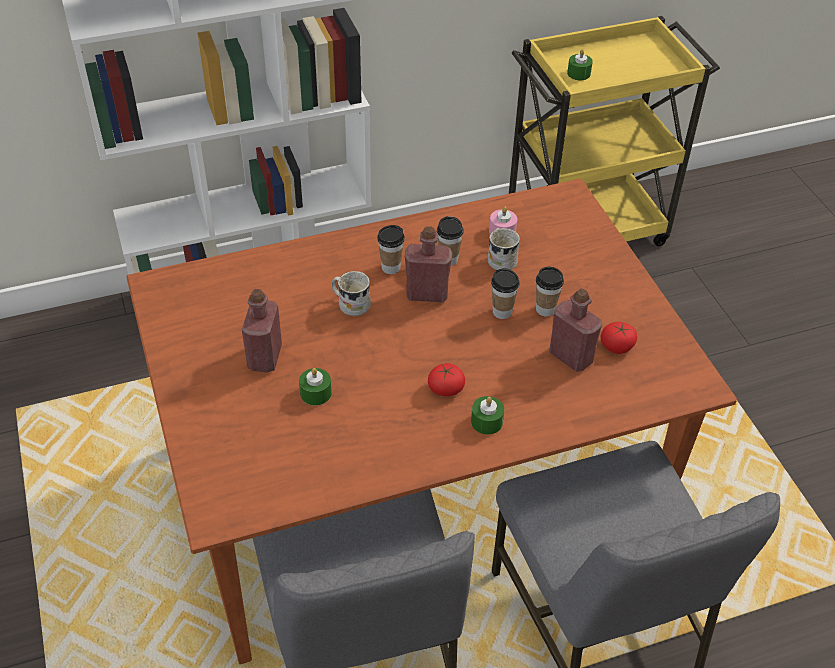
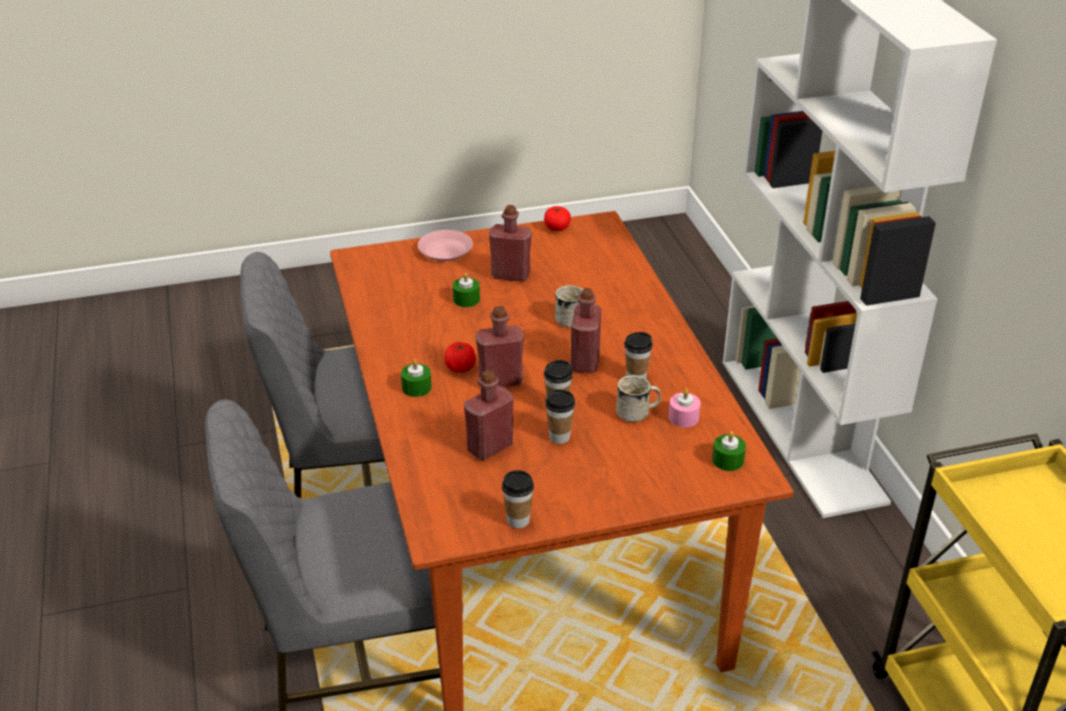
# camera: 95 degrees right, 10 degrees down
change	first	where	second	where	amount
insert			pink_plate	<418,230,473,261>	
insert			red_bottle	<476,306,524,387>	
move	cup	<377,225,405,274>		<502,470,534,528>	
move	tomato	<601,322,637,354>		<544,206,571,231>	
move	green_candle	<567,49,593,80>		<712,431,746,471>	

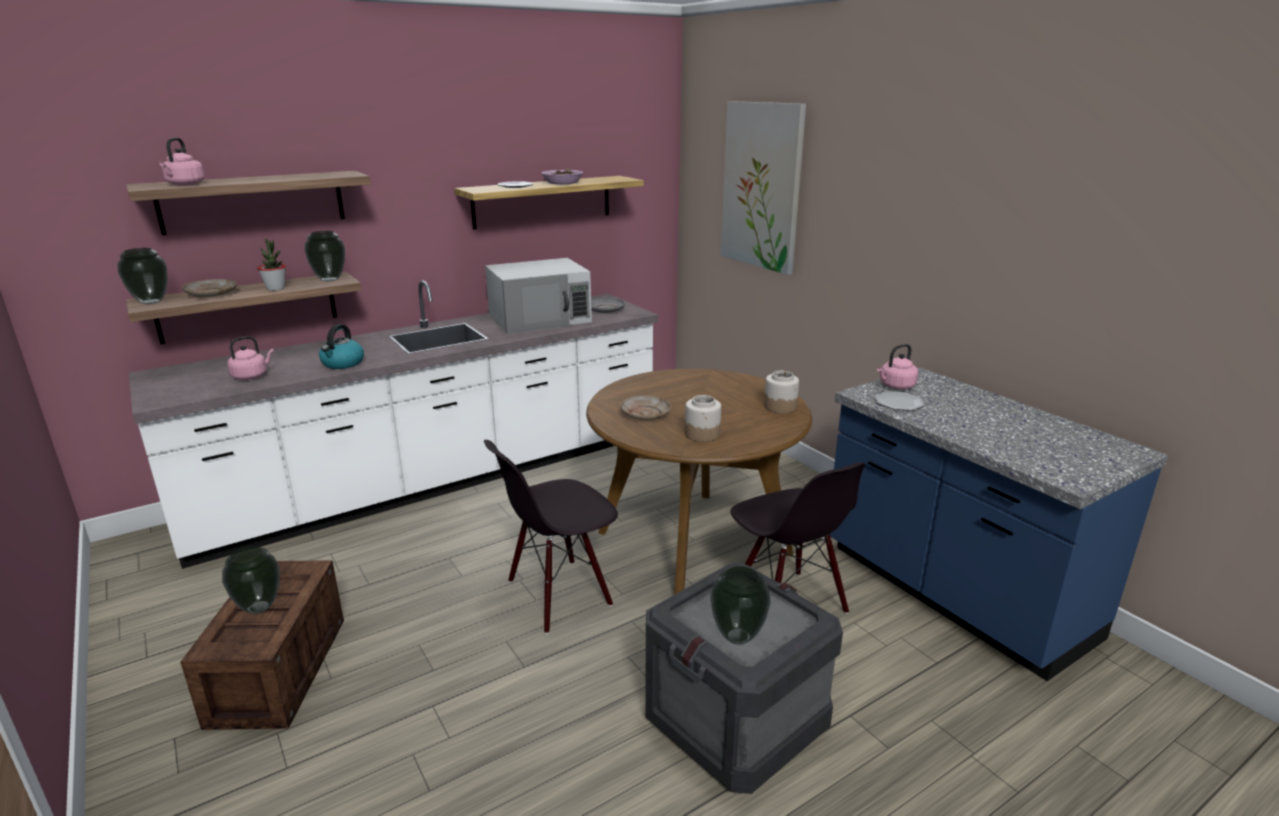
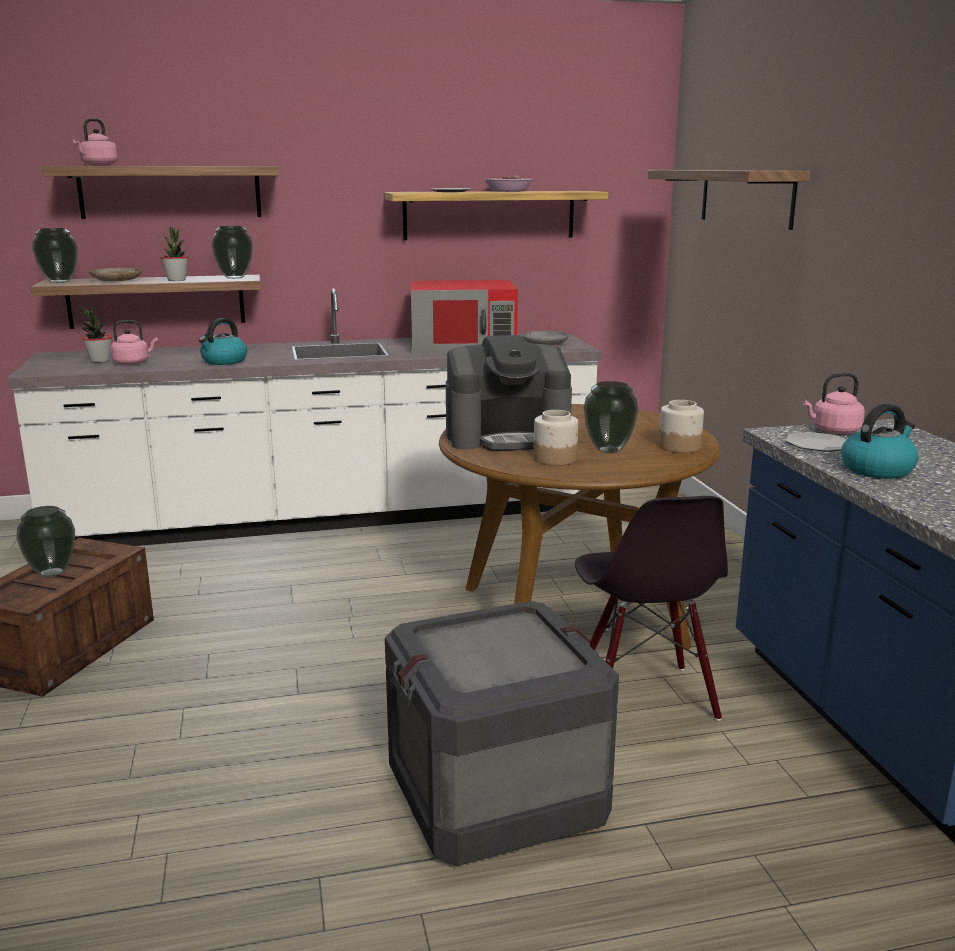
# camera: 20 degrees right, 5 degrees down
change	first	where	second	where	amount
insert			potted_plant	<82,307,112,362>	
recolor	white_microwave	<485,258,592,334>	red_microwave	<411,280,518,354>	
replace	beige_plate	<620,396,671,420>	coffee_machine	<446,335,572,451>	
move	vase	<710,566,771,645>		<584,381,639,453>	
replace	picture	<721,101,806,275>	shelf	<648,170,811,230>	
insert			kettle	<842,404,919,479>	
delete	black_chair	<484,440,618,634>			

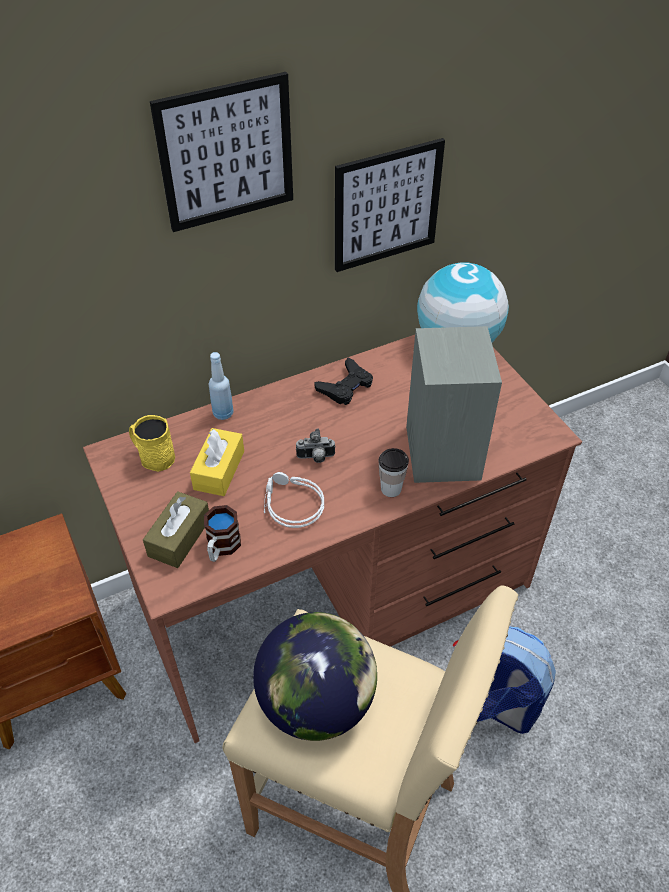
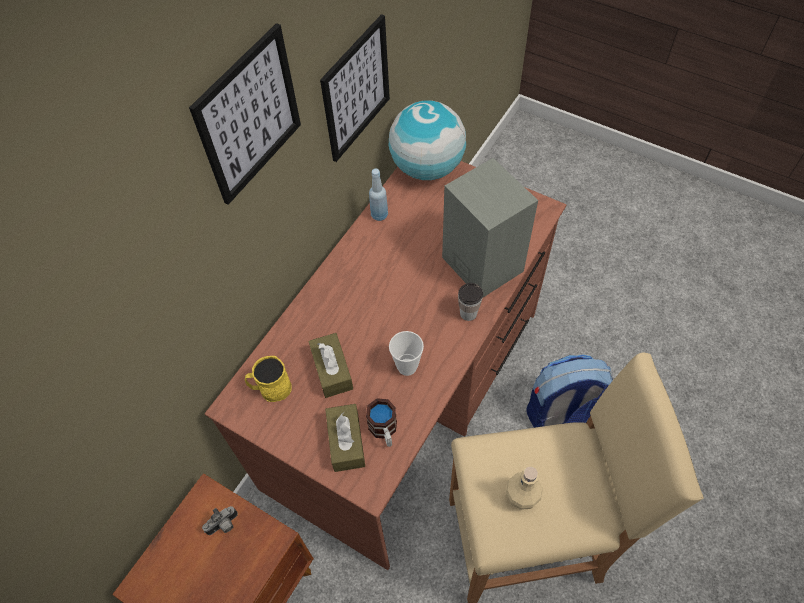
# camera: 30 degrees left, 10 degrees up
change	first	where	second	where	amount
move	photo_camera	<296,428,336,463>		<202,506,238,535>	
recolor	yellow_tissue_box	<190,428,244,496>	brown_tissue_box	<308,333,353,398>	
move	blue_bottle	<209,352,234,420>		<369,168,388,221>	
replace	grey_headphones	<264,472,324,528>	cup	<389,331,424,376>	
replace	globe	<253,612,377,741>	beige_bottle	<506,467,543,510>	
delete	black_game_controller	<314,357,373,405>			

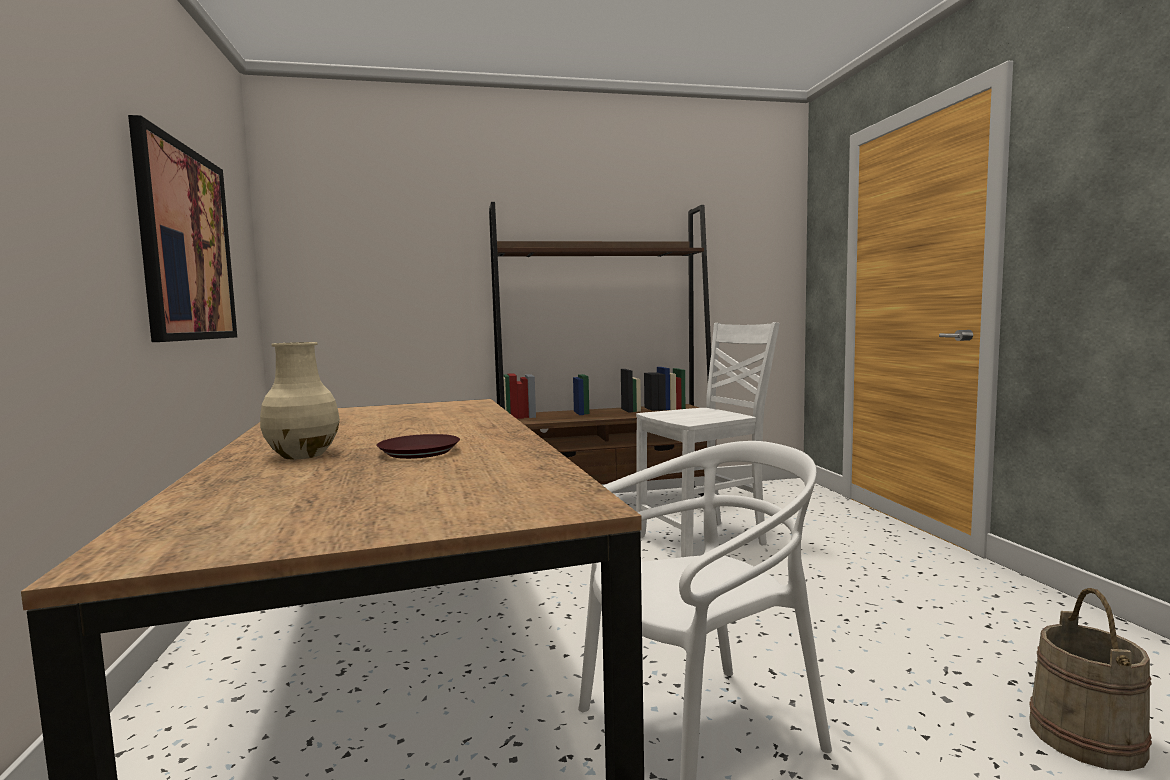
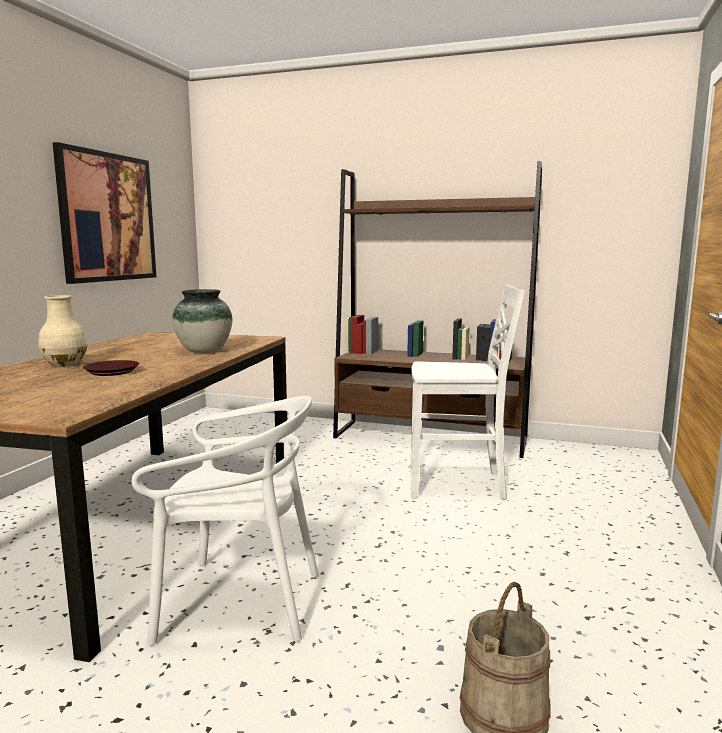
# camera: 30 degrees right, 5 degrees up
change	first	where	second	where	amount
insert			vase	<172,289,232,353>	

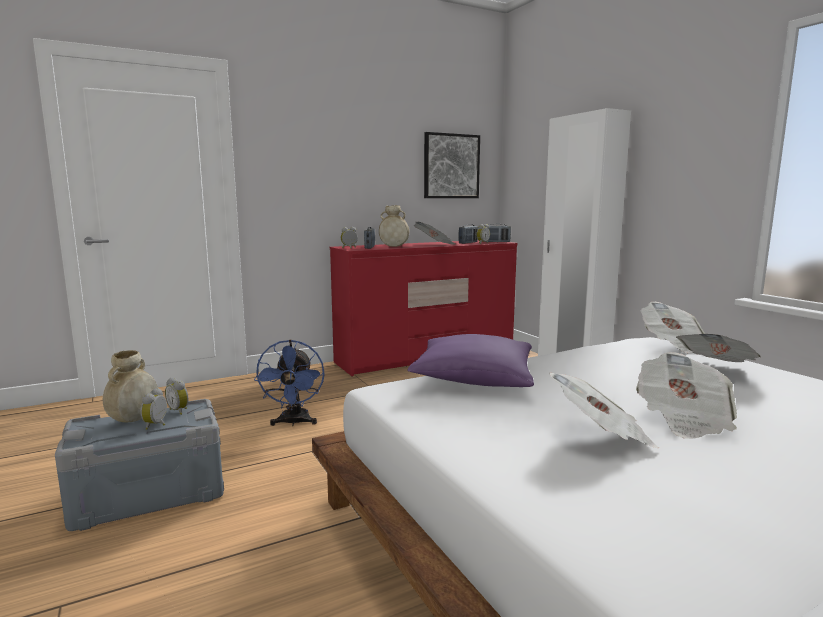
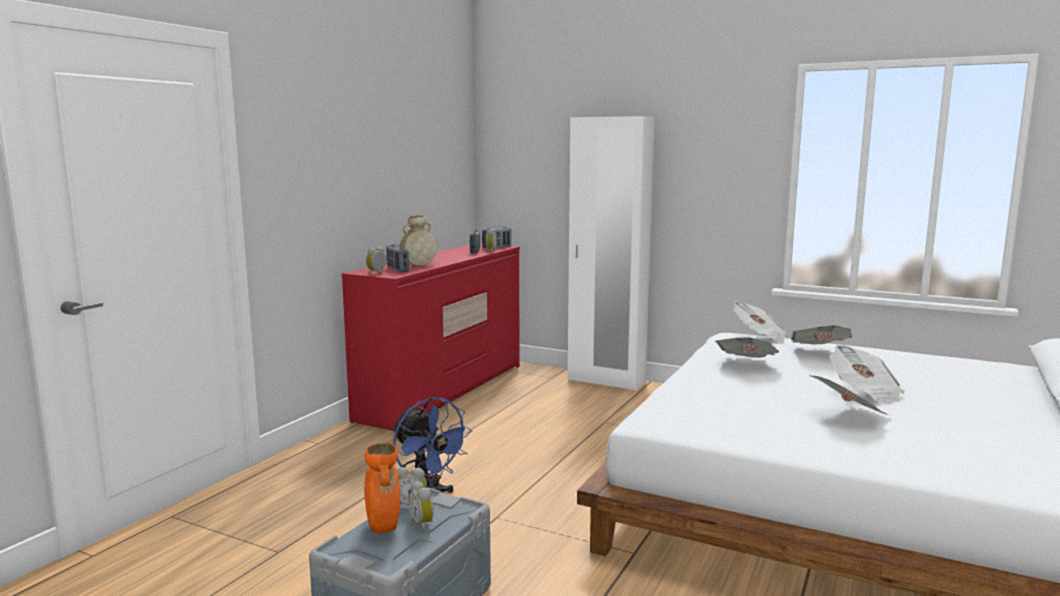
# camera: 35 degrees left, 0 degrees up
change	first	where	second	where	amount
recolor	beige_vase	<103,350,158,422>	orange_vase	<364,443,400,533>	
move	newspaper	<414,222,455,245>		<715,338,779,358>	
delete	purple_pillow	<407,334,534,387>			
delete	picture	<424,132,480,198>			

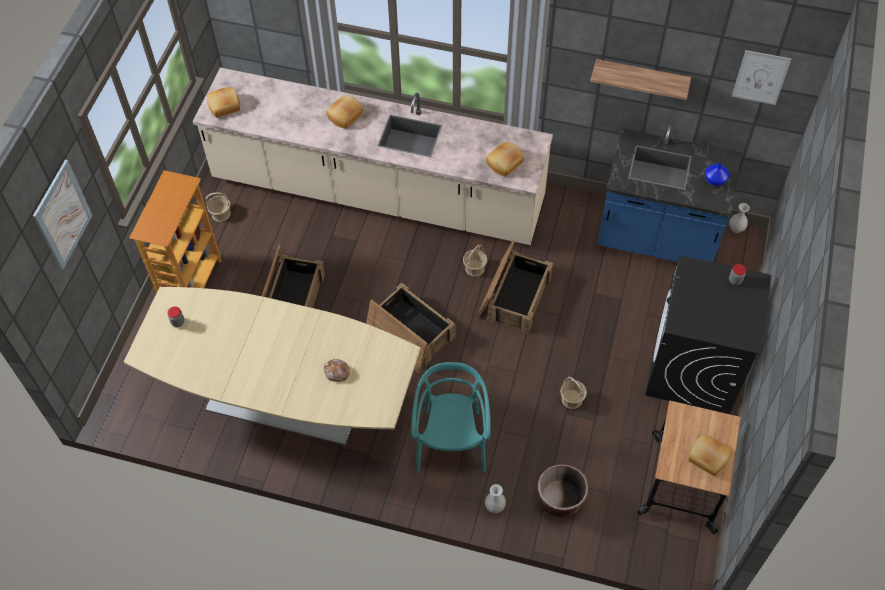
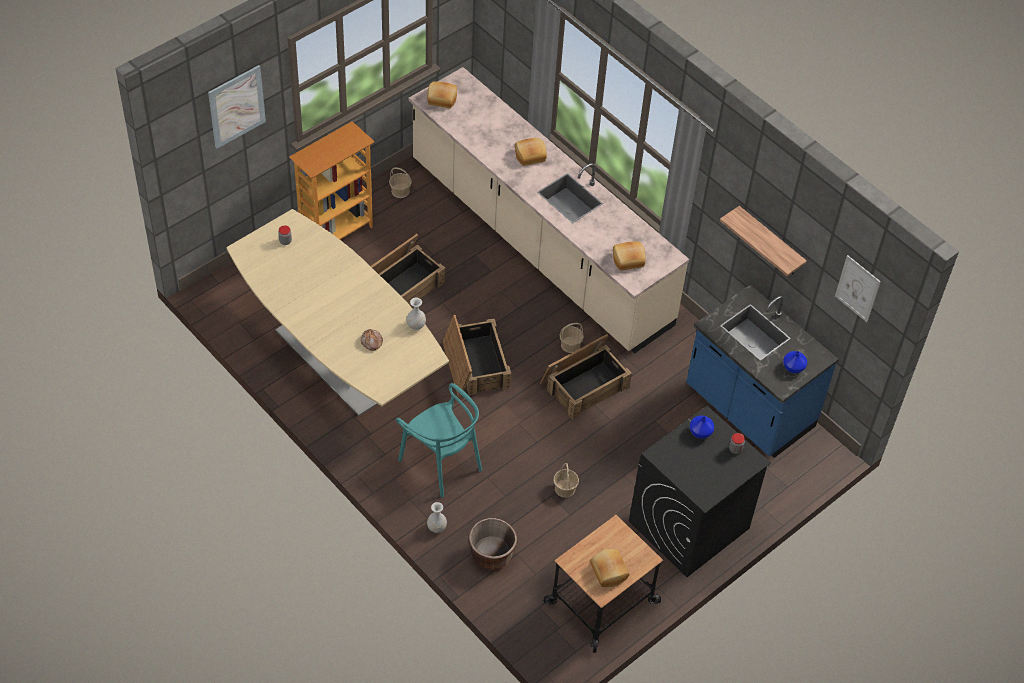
# camera: 30 degrees right, 5 degrees down
change	first	where	second	where	amount
rotate	turquoise_chair	<411,362,491,472>		<396,383,482,498>	105 degrees clockwise
move	white_vase	<729,203,750,233>		<406,298,426,330>	
insert			blue_vase	<690,416,714,439>	

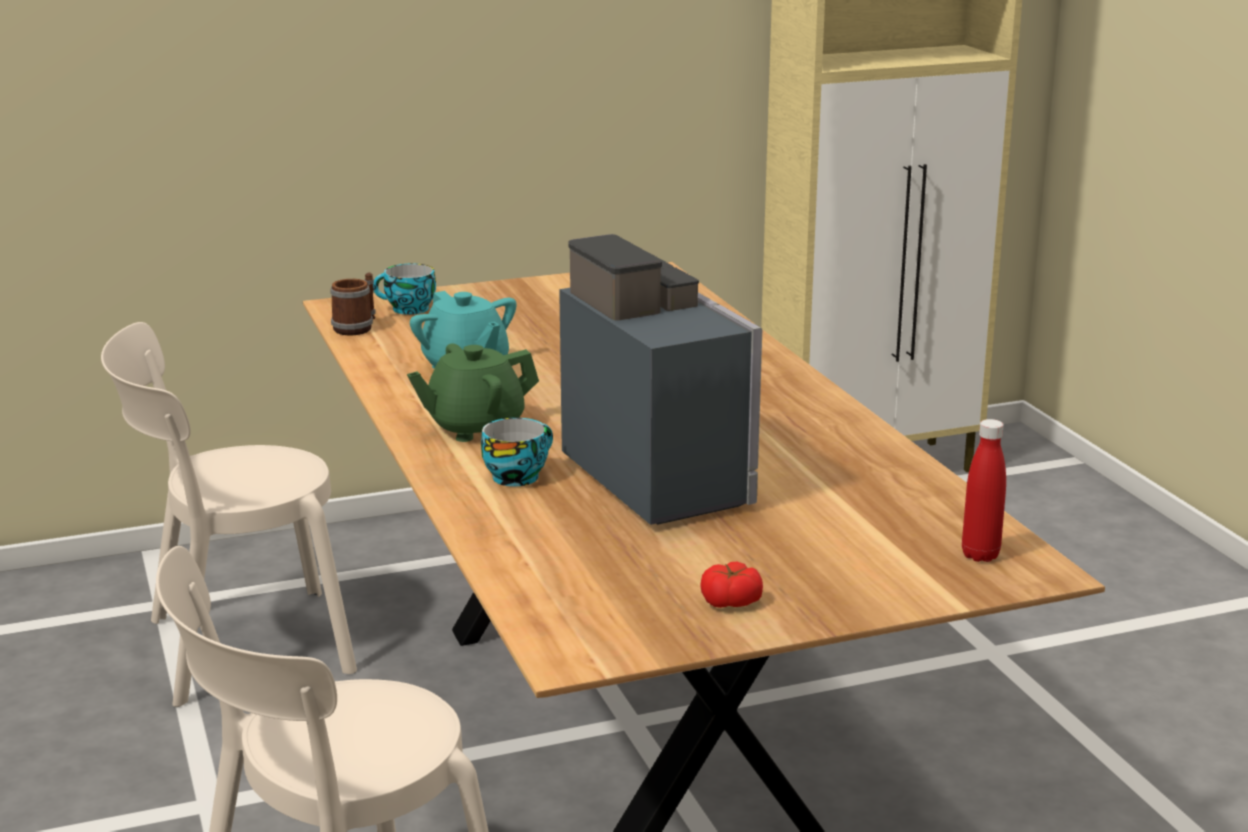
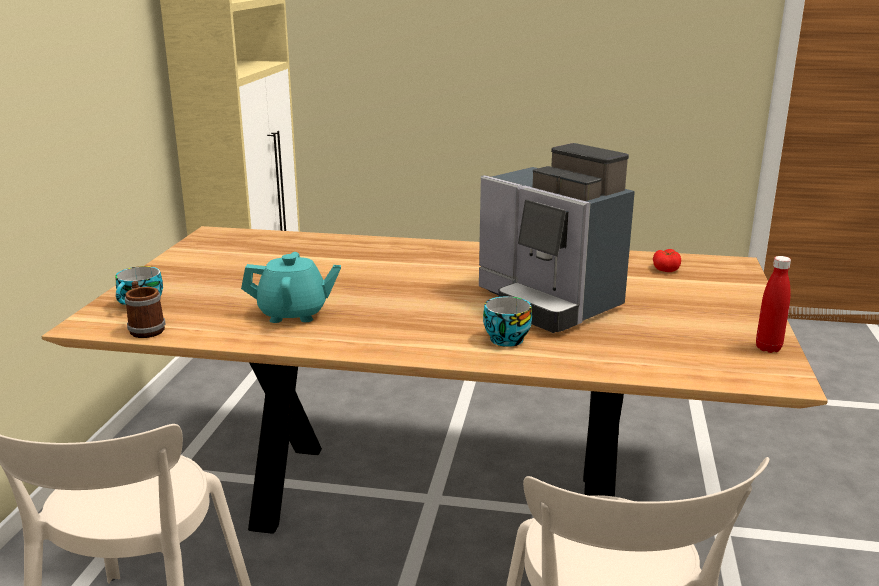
# camera: 60 degrees left, 0 degrees up
change	first	where	second	where	amount
rotate	coffee_machine	<559,234,762,525>		<479,143,635,333>	135 degrees counterclockwise
move	tomato	<700,562,763,608>		<653,249,681,272>	
move	red_bottle	<962,419,1006,562>		<756,256,791,353>	
delete	green_teapot	<407,343,539,442>			

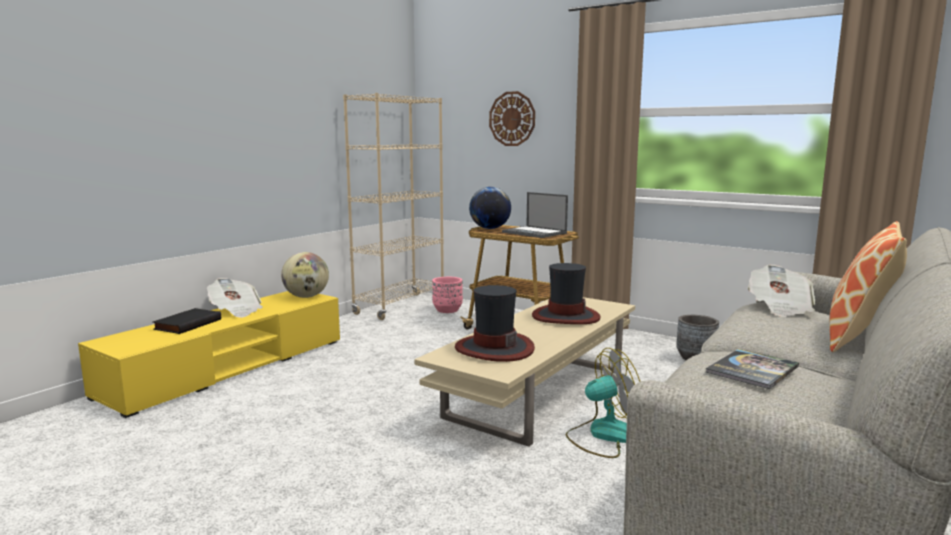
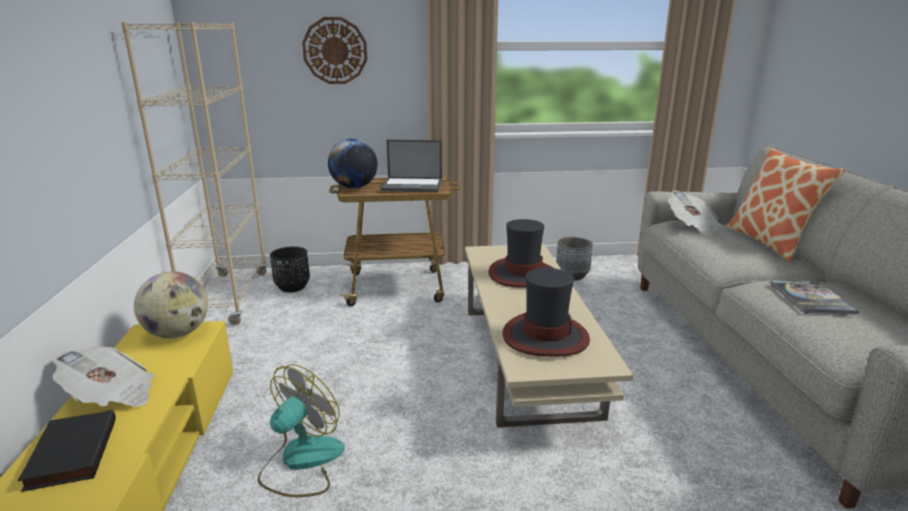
# camera: 40 degrees left, 10 degrees up
change	first	where	second	where	amount
move	fan	<566,348,640,458>		<258,364,345,497>	
recolor	pink_planter	<432,277,463,313>	black_planter	<270,246,310,292>	

